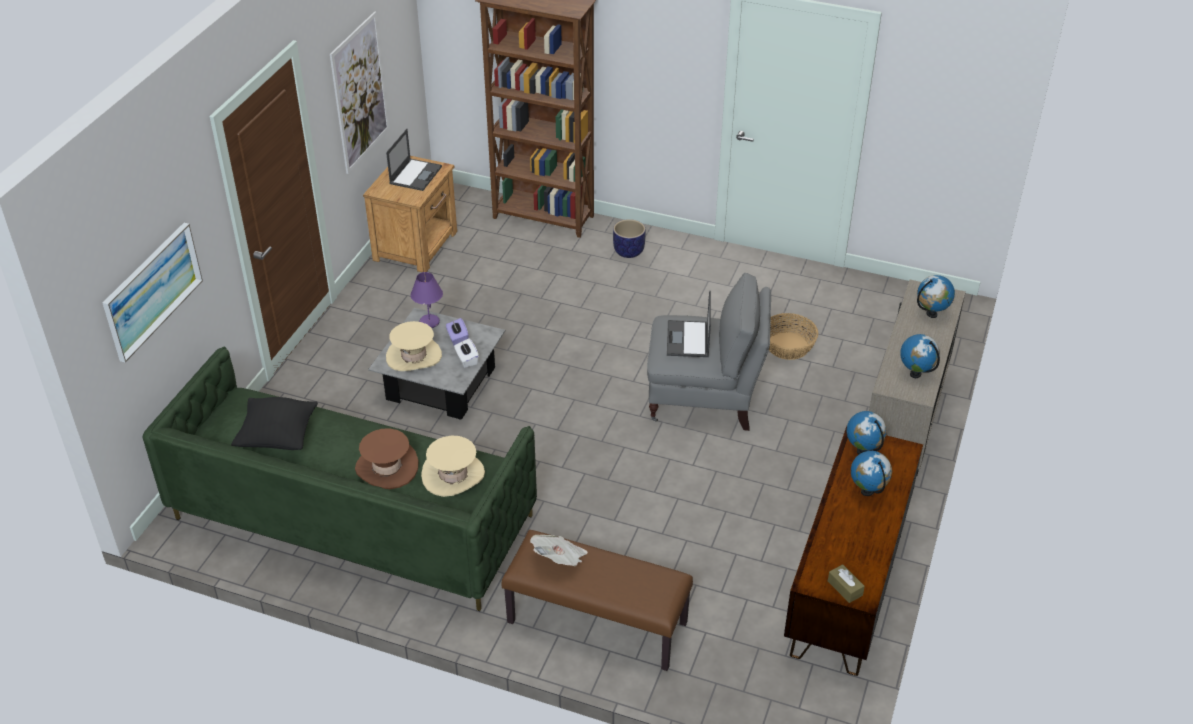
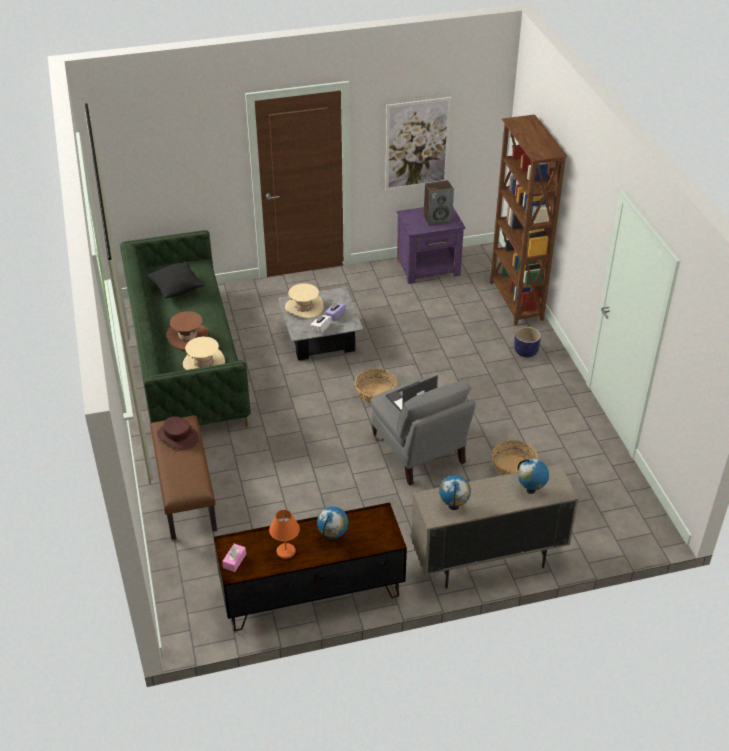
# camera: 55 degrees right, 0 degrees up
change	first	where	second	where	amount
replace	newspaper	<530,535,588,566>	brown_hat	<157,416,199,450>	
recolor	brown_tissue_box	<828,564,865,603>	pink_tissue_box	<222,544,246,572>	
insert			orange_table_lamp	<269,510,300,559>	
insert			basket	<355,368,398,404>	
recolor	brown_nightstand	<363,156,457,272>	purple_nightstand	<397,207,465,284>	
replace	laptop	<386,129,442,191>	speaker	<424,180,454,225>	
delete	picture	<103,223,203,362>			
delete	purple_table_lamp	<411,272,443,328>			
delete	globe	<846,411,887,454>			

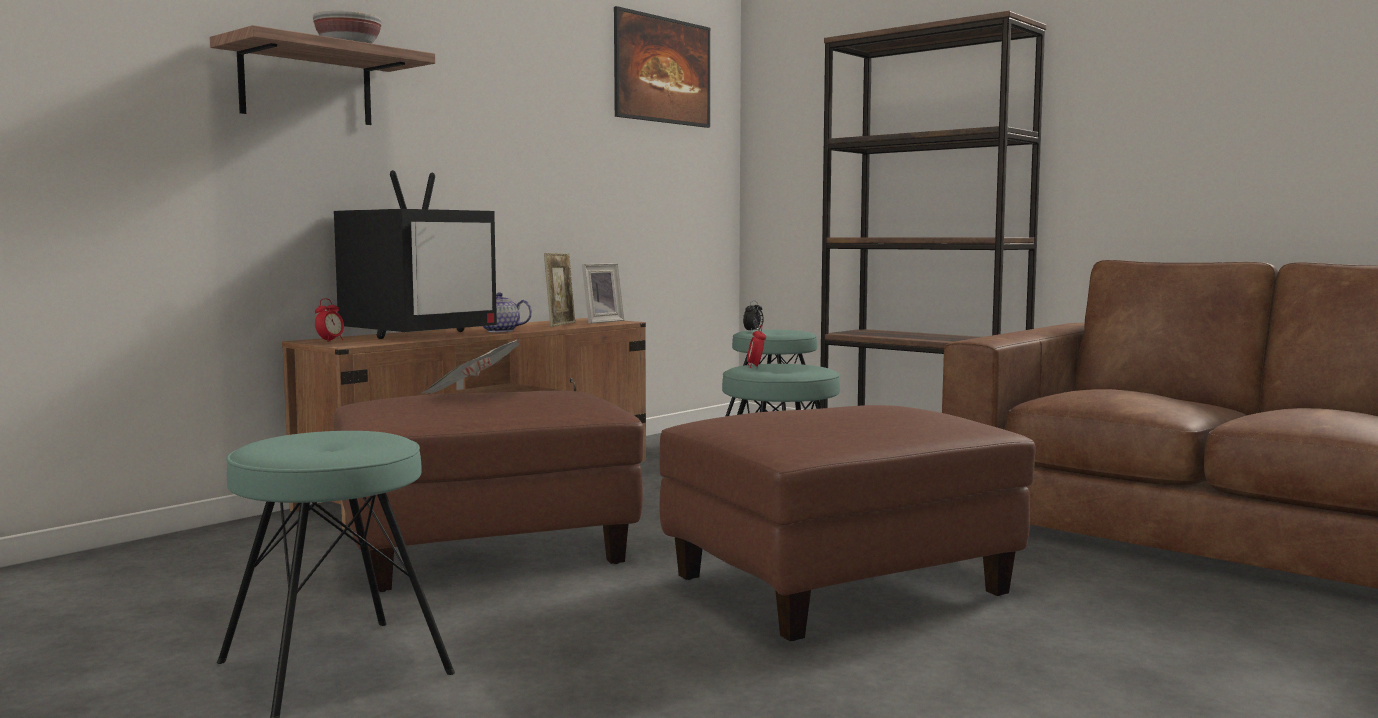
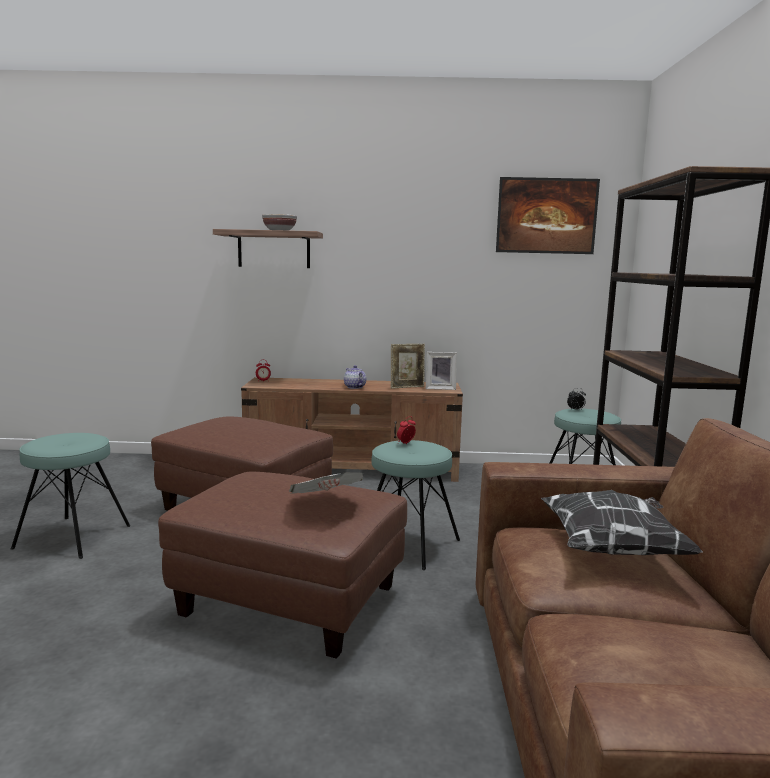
# camera: 50 degrees right, 5 degrees up
change	first	where	second	where	amount
move	newspaper	<421,339,520,394>		<289,472,363,494>	
insert			pillow	<541,490,703,555>	
delete	television	<334,170,497,339>			

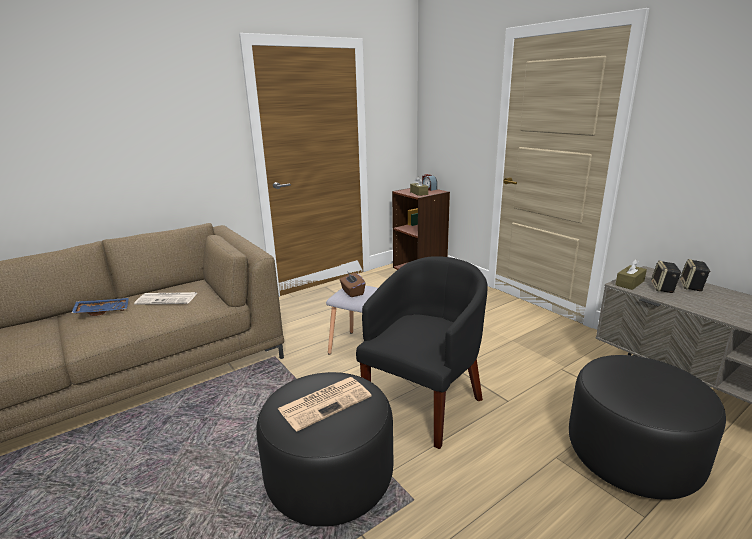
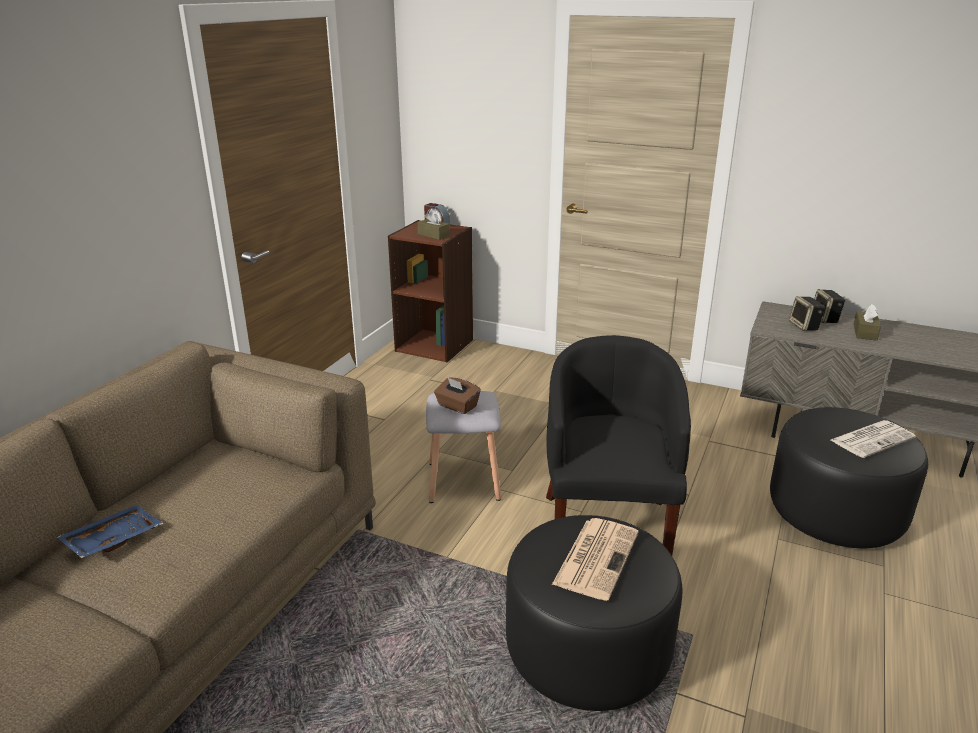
# camera: 30 degrees left, 5 degrees up
change	first	where	second	where	amount
move	newspaper	<134,292,197,305>		<831,420,916,458>	
move	brown_tissue_box	<615,259,647,290>		<853,304,881,341>	

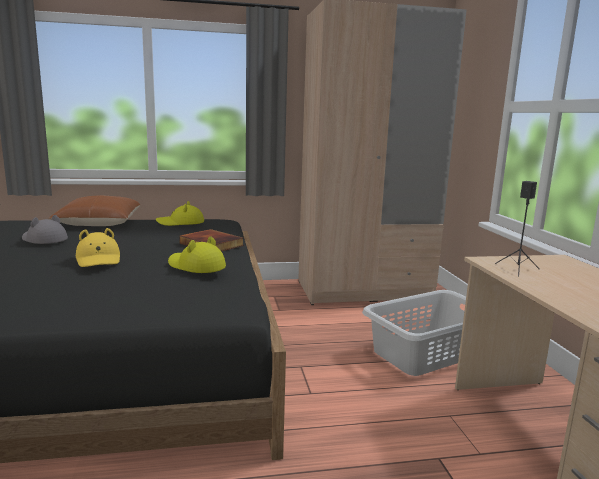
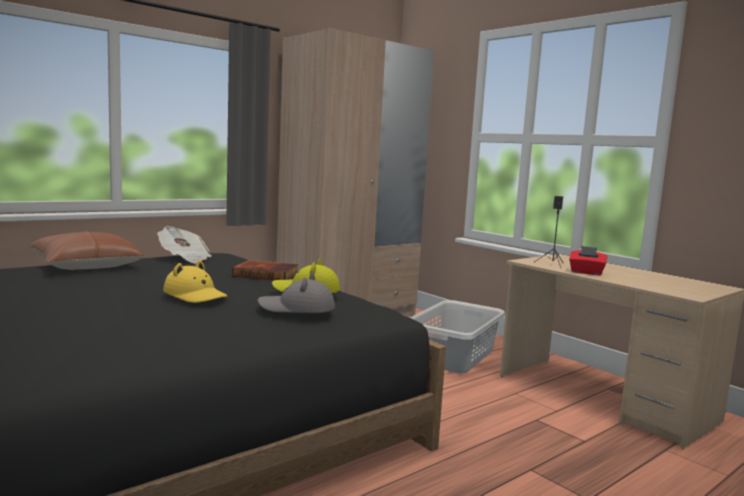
# camera: 30 degrees left, 5 degrees down
change	first	where	second	where	amount
replace	yellow_hat	<156,201,204,226>	newspaper	<157,226,212,264>	
move	grey_hat	<22,215,68,244>		<258,273,335,313>	
insert			red_tissue_box	<569,246,607,275>	

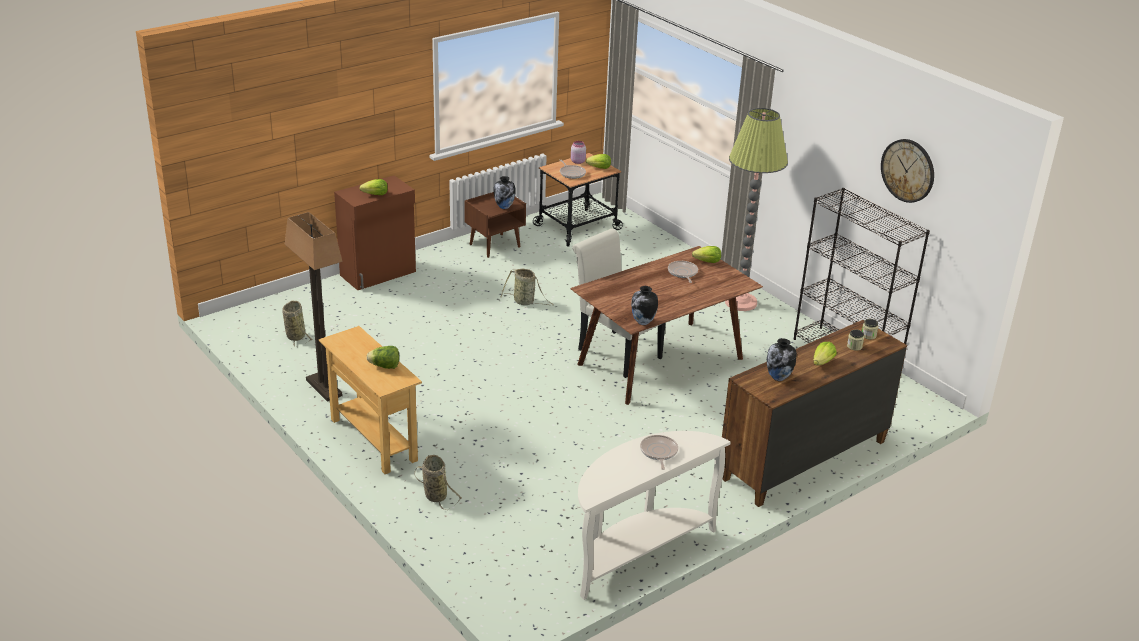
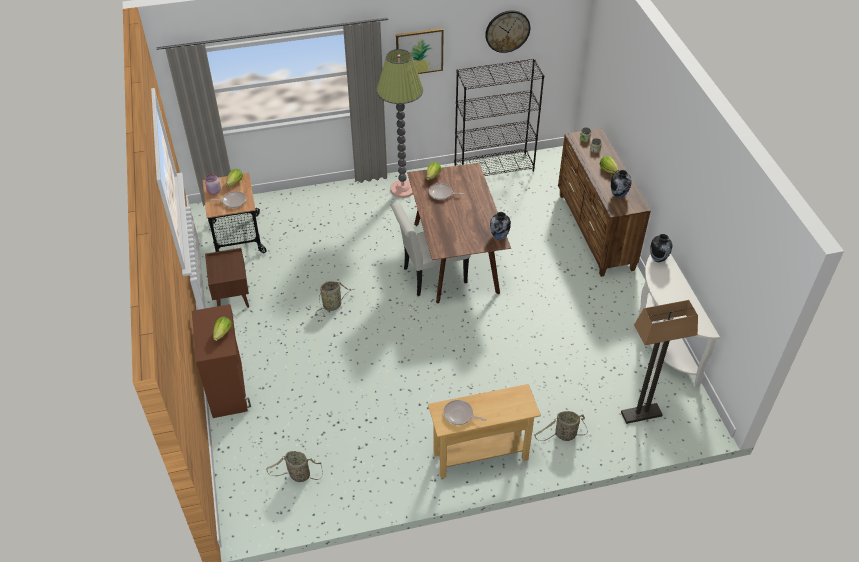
# camera: 65 degrees left, 15 degrees up
change	first	where	second	where	amount
insert			picture	<396,28,444,74>	
move	frying_pan	<640,435,678,470>		<443,400,487,425>	
move	floor_lamp	<285,212,343,402>		<621,300,698,424>	
move	vase	<494,176,515,209>		<650,234,673,262>	
delete	lettuce	<367,346,399,369>			

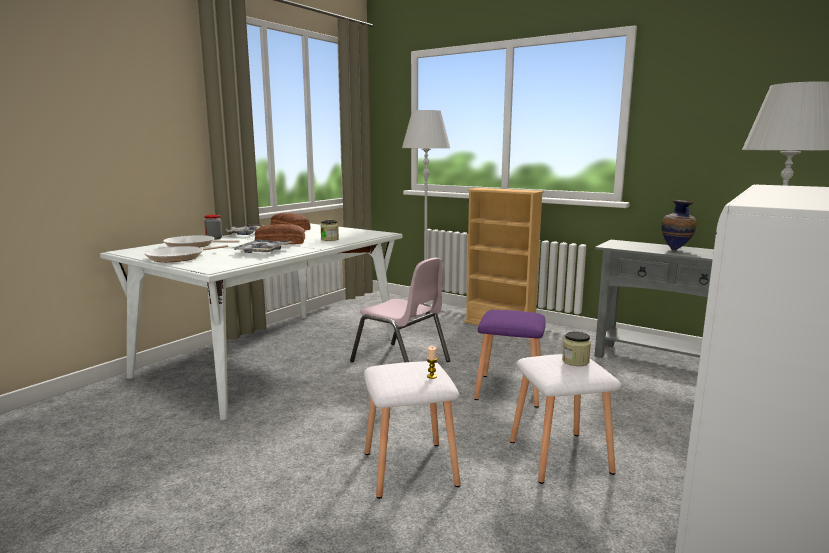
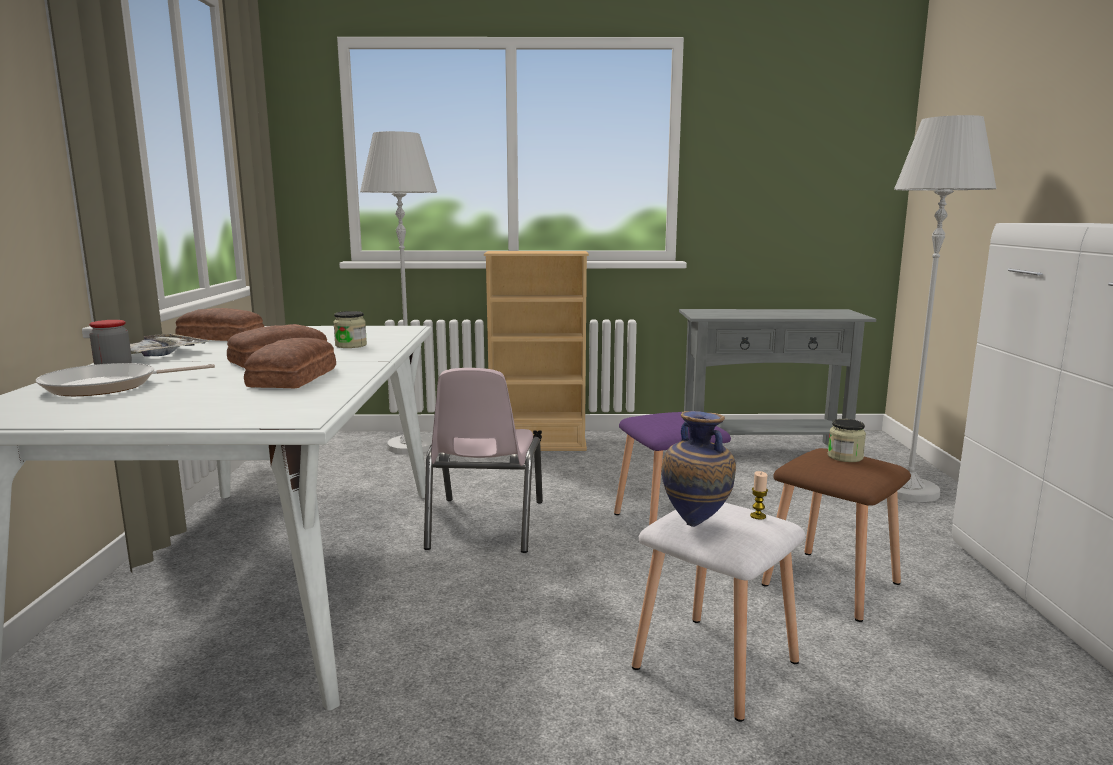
# camera: 35 degrees left, 0 degrees up
change	first	where	second	where	amount
replace	tray	<233,240,293,253>	bread	<244,338,336,388>	
rotate	pink_chair	<350,258,450,362>		<424,368,543,553>	90 degrees clockwise
move	vase	<661,200,697,250>		<662,411,736,527>	
recolor	white_stool	<510,354,621,484>	brown_stool	<762,448,911,622>	
delete	frying_pan	<144,245,228,262>			

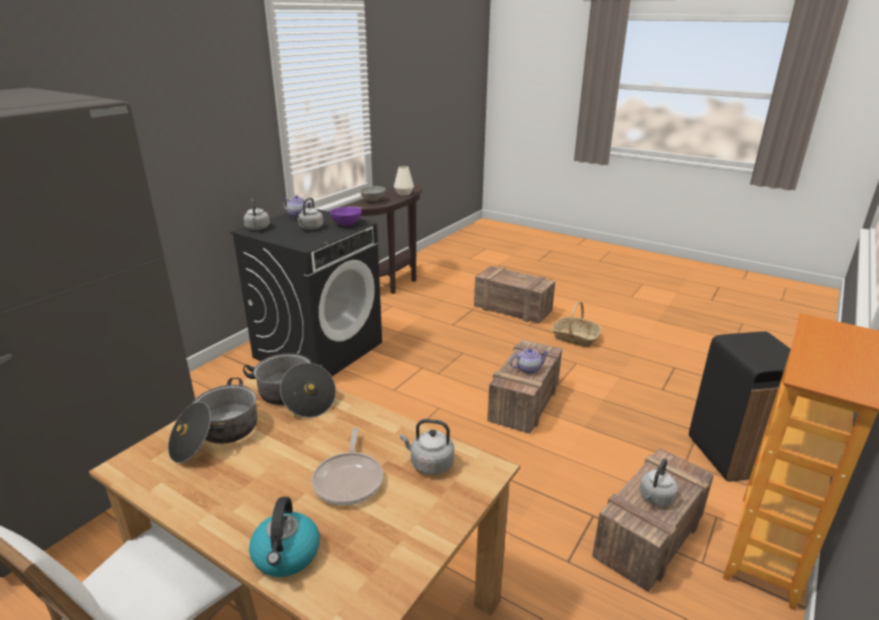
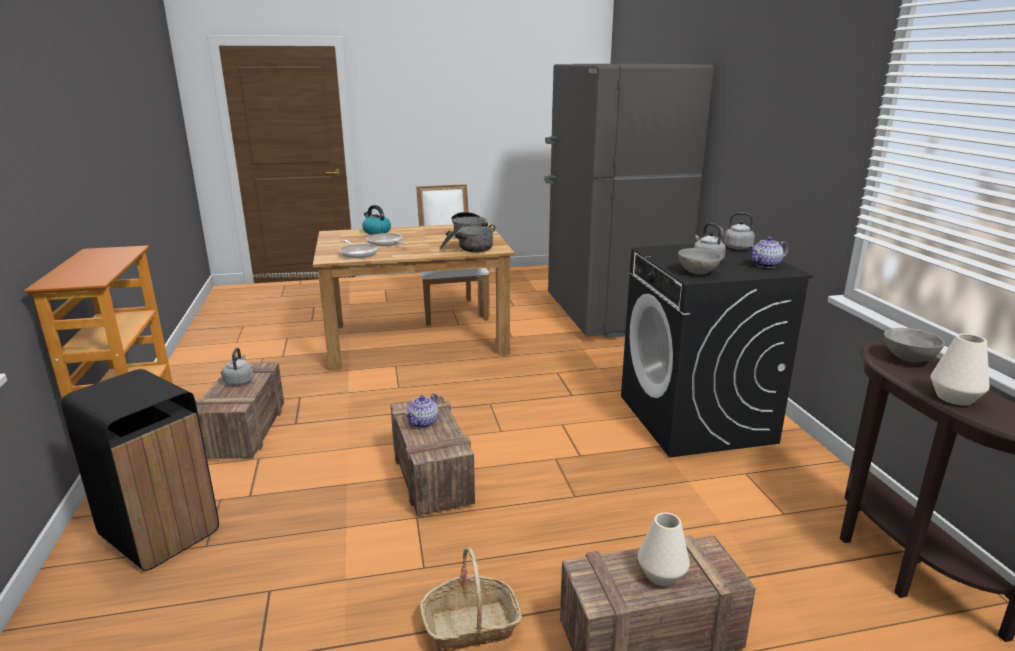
# camera: 135 degrees right, 5 degrees down
change	first	where	second	where	amount
replace	grey_kettle	<400,419,454,475>	frying_pan	<339,240,378,258>	
insert			white_vase	<638,512,690,586>	
recolor	purple_bowl	<330,207,362,226>	grey_bowl	<678,248,722,275>	

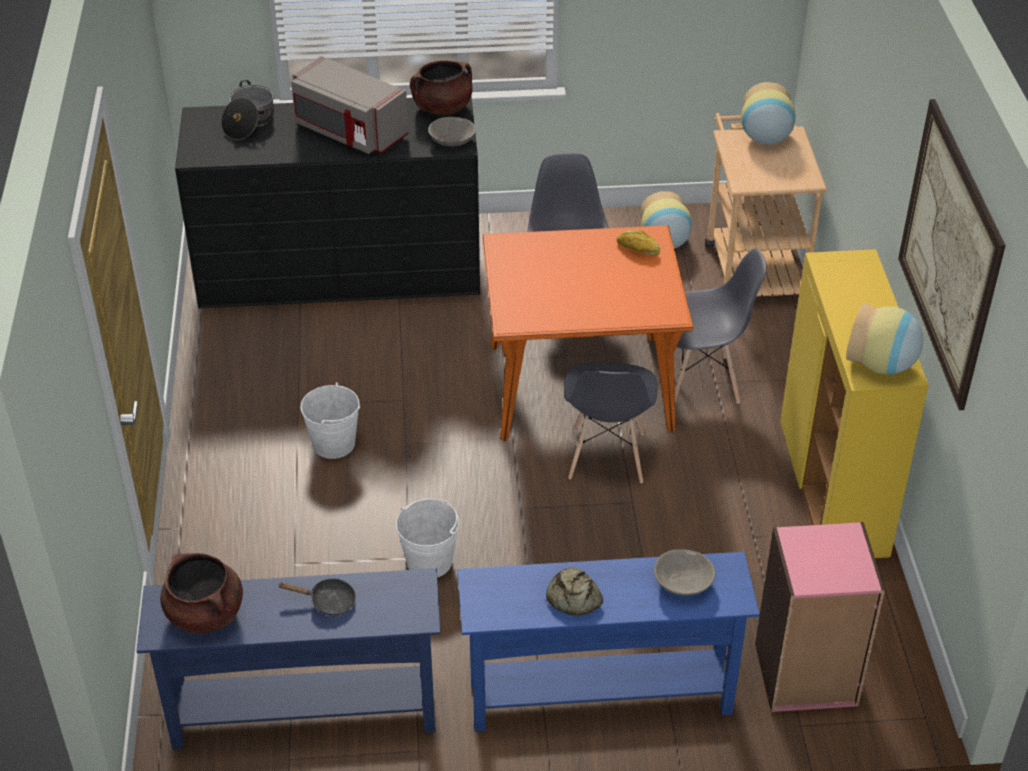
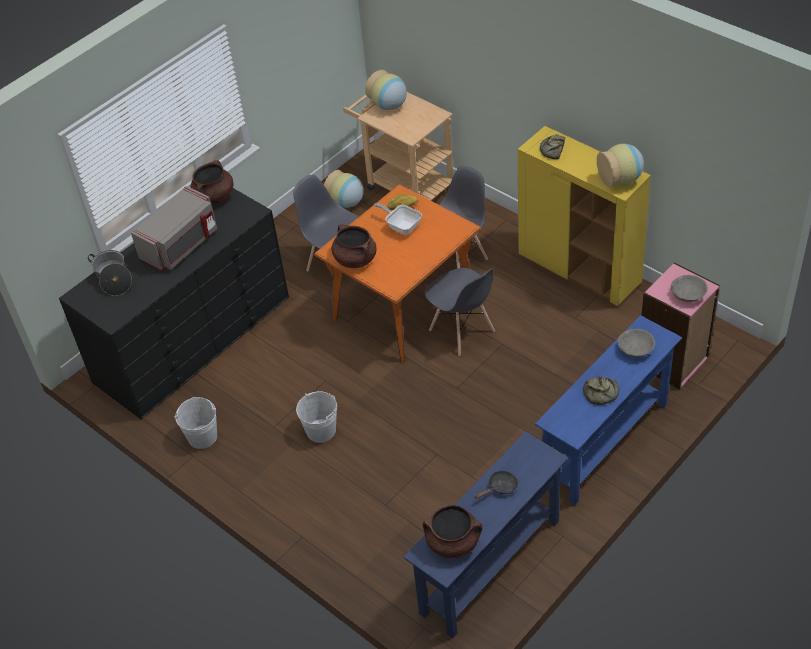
# camera: 40 degrees left, 5 degrees up
change	first	where	second	where	amount
rotate	grey_microwave	<291,56,408,154>		<131,186,217,271>	45 degrees counterclockwise
move	white_bucket	<396,499,459,578>		<174,397,217,449>	
insert			brown_cooking_pot	<332,224,376,268>	
insert			frying_pan	<374,203,422,235>	
insert			bread	<540,134,565,159>	
move	grey_bowl	<428,117,476,146>		<671,275,708,302>	
delete	picture	<898,99,1006,410>			

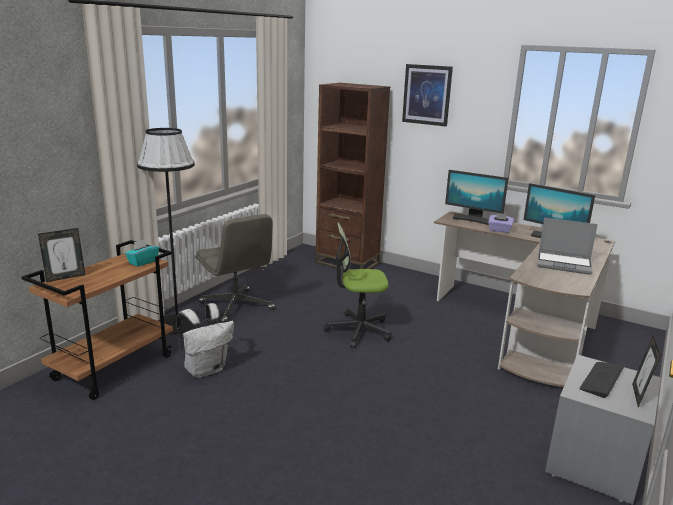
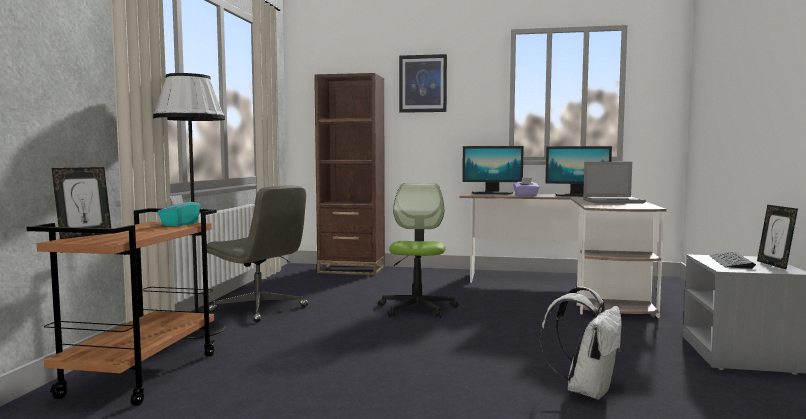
# camera: 20 degrees left, 15 degrees down
change	first	where	second	where	amount
rotate	office_chair	<324,223,391,348>		<378,183,459,318>	120 degrees clockwise
move	white_backpack	<176,303,234,378>		<540,286,622,400>	

